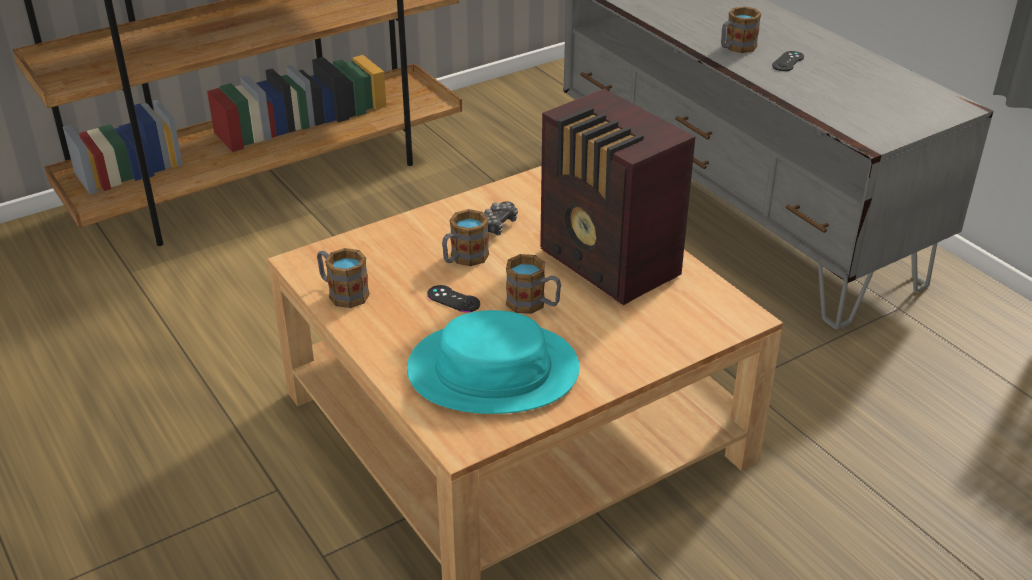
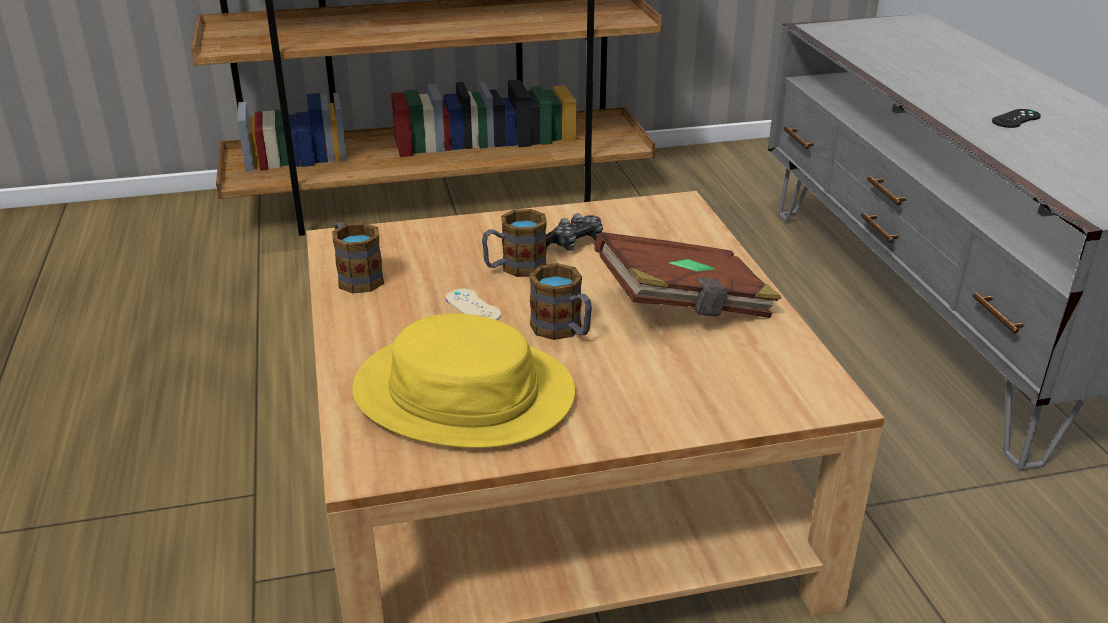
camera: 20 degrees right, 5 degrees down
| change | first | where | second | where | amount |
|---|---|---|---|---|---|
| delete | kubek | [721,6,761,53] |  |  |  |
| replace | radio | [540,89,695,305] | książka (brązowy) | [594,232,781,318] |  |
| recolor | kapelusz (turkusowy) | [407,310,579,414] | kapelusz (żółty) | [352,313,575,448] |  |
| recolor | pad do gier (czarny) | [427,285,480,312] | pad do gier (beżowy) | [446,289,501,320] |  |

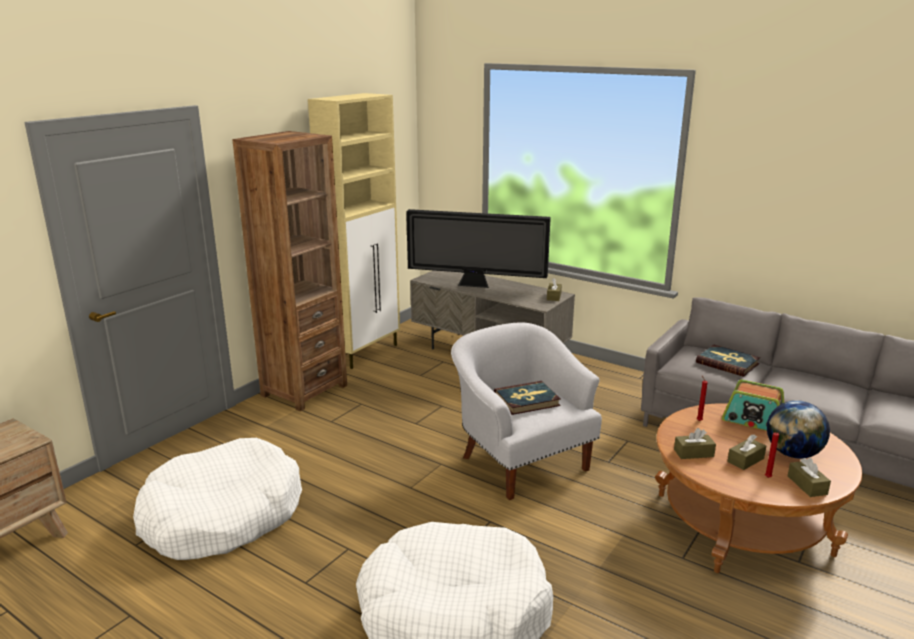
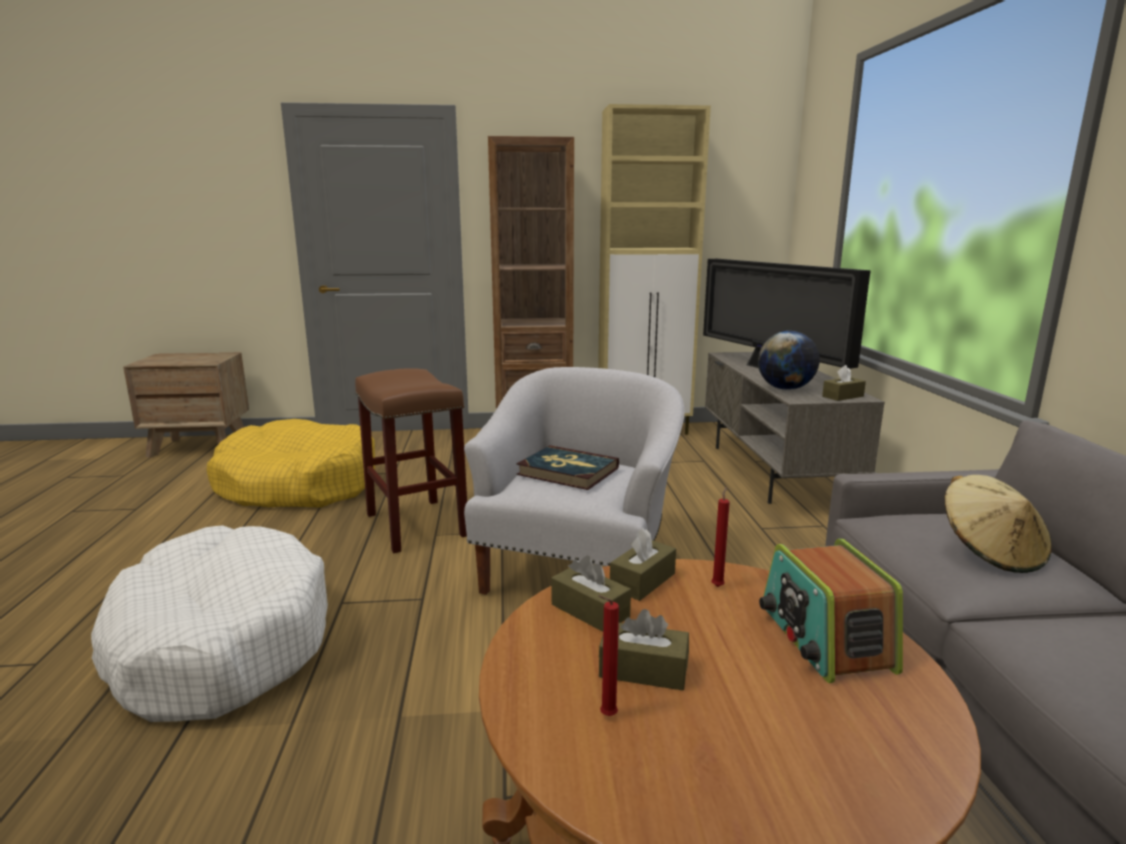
camera: 50 degrees right, 5 degrees down
| change | first | where | second | where | amount |
|---|---|---|---|---|---|
| insert |  |  | stołek (brązowy) | [355,368,467,553] |  |
| move | globus | [767,400,830,459] |  | [758,331,820,390] |  |
| move | pudełko chusteczek (brązowy) | [788,458,831,497] |  | [610,528,676,601] |  |
| replace | książka | [696,345,760,377] | kapelusz (beżowy) | [945,475,1052,573] |  |
| recolor | legowisko (biały) | [133,438,302,560] | legowisko (żółty) | [207,419,375,508] |  |

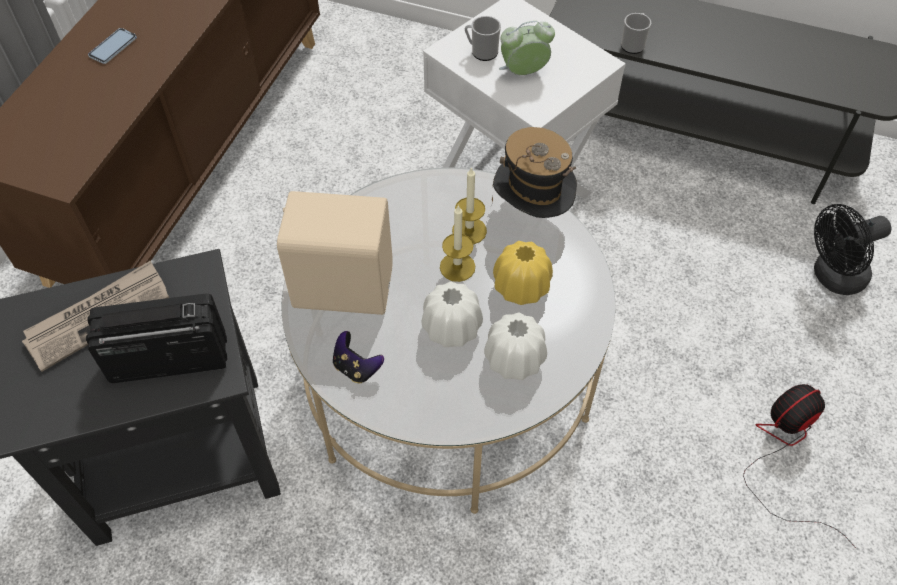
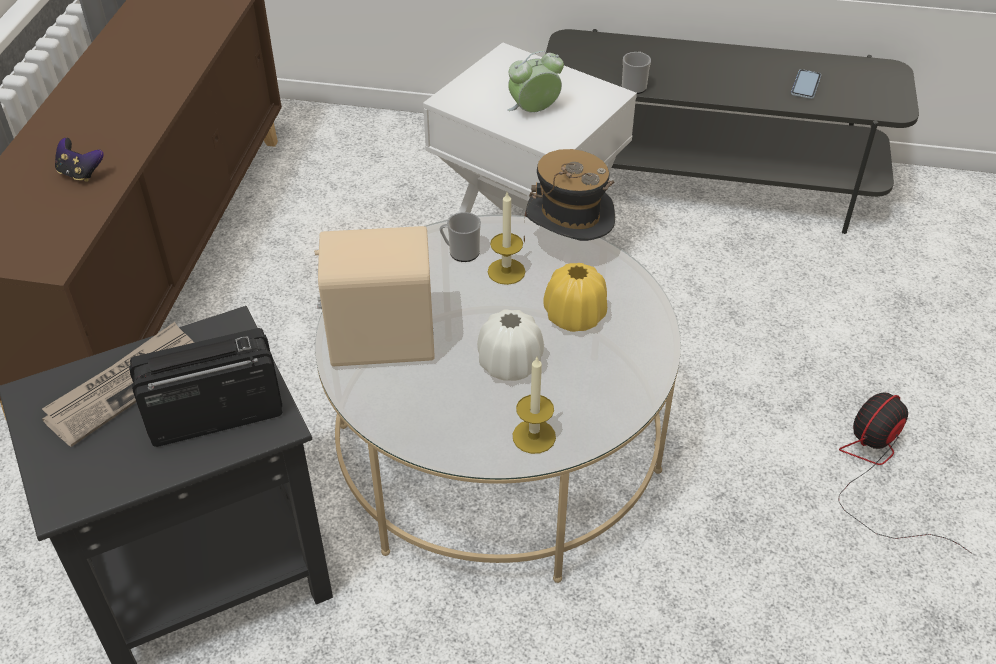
camera: 10 degrees left, 10 degrees down
| change | first | where | second | where | amount |
|---|---|---|---|---|---|
| delete | wazon (biały) | [484,313,547,380] |  |  |  |
| delete | wentylator (czarny) | [814,204,891,295] |  |  |  |
| move | telefon | [88,28,137,64] |  | [791,69,821,99] |  |
| move | pad do gier | [333,331,384,383] |  | [55,138,104,182] |  |
| move | świeca | [440,205,475,282] |  | [513,357,556,454] |  |
| move | kubek | [465,16,501,61] |  | [440,212,481,262] |  |

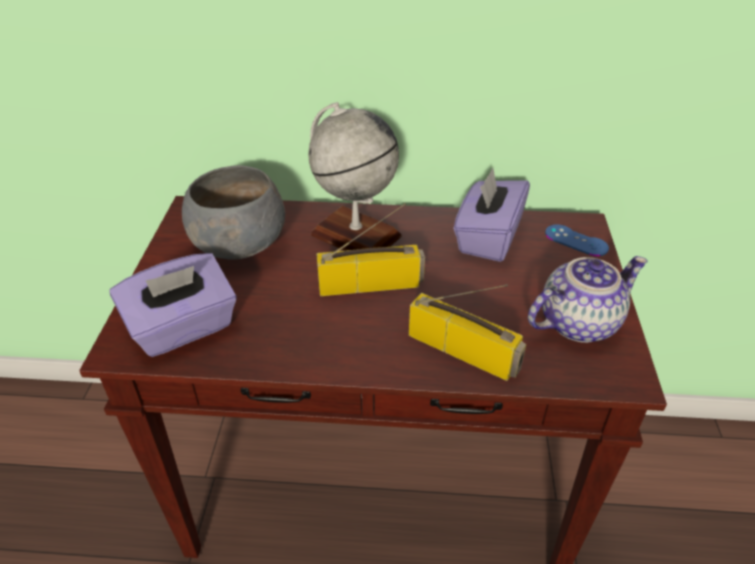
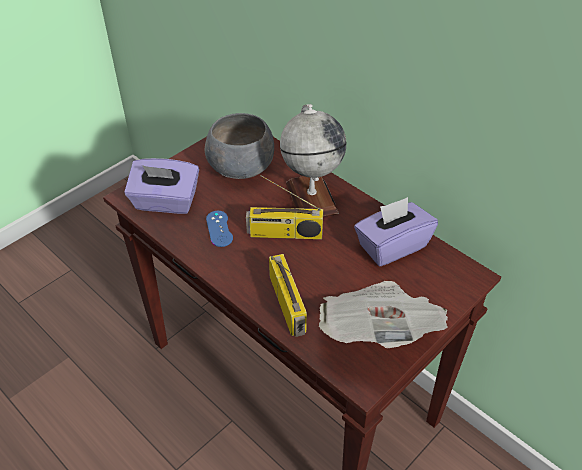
camera: 40 degrees right, 5 degrees up
| change | first | where | second | where | amount |
|---|---|---|---|---|---|
| move | pad do gier (niebieski) | [545,224,609,256] |  | [206,211,233,247] |  |
| replace | imbryk | [528,256,648,343] | gazeta | [319,281,448,348] |  |
| rotate | radio | [316,203,425,296] |  | [246,175,323,239] | 150 degrees clockwise |

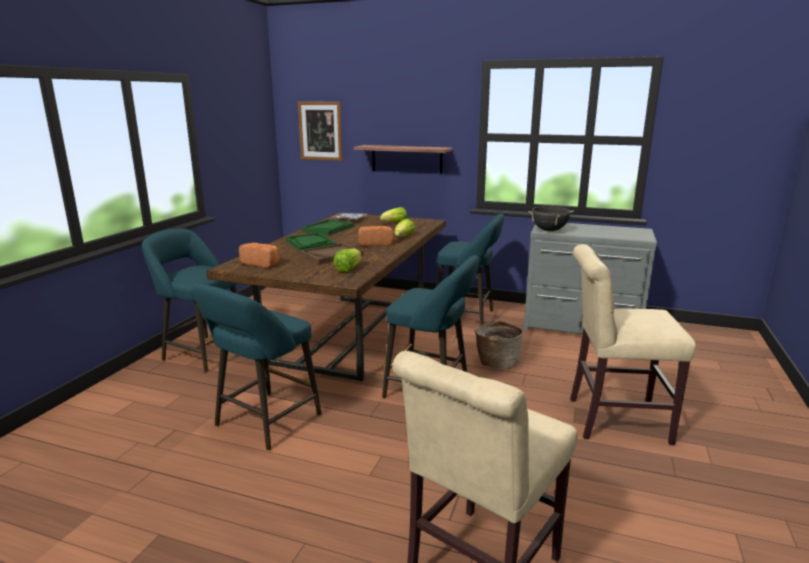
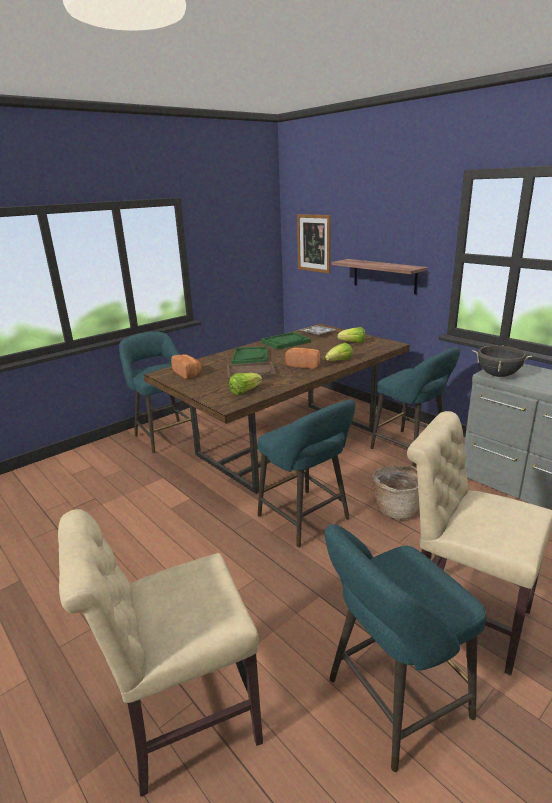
camera: 30 degrees right, 5 degrees up
| change | first | where | second | where | amount |
|---|---|---|---|---|---|
| move | stołek (turkusowy) | [193,284,322,451] |  | [325,524,486,772] |  |

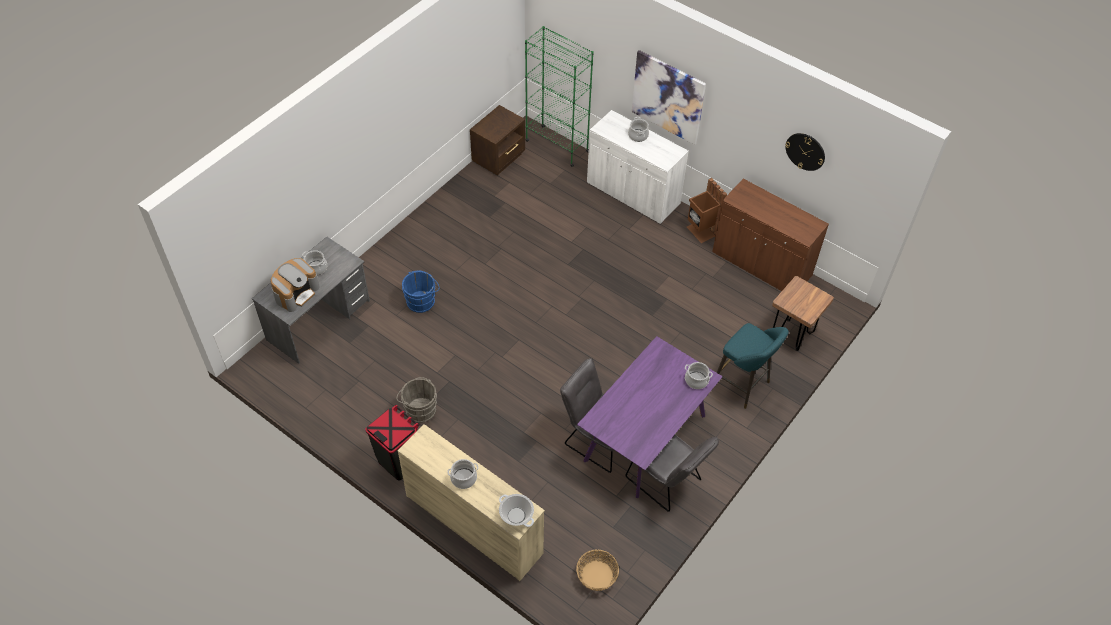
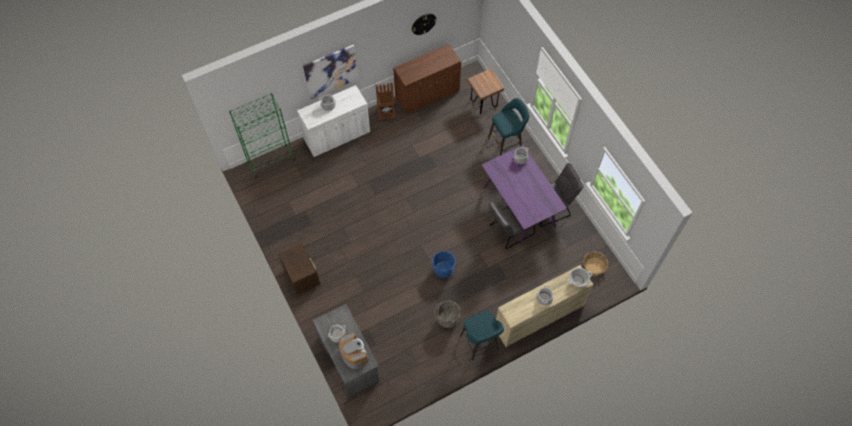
camera: 65 degrees left, 10 degrees up
| change | first | where | second | where | amount |
|---|---|---|---|---|---|
| move | wiadro (niebieski) | [402,270,440,313] |  | [431,251,455,278] |  |
| move | szafka nocna (brązowy) | [470,105,525,175] |  | [278,243,320,296] |  |
| replace | kosz na śmieci (czarny) | [365,405,419,481] | stołek (turkusowy) | [460,310,504,360] |  |

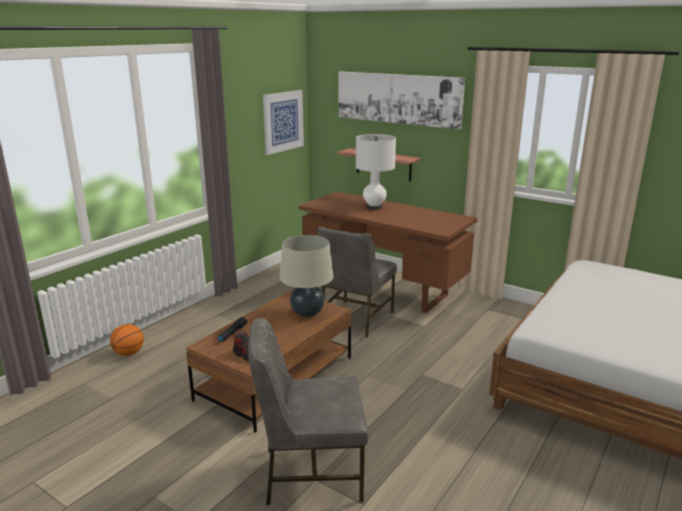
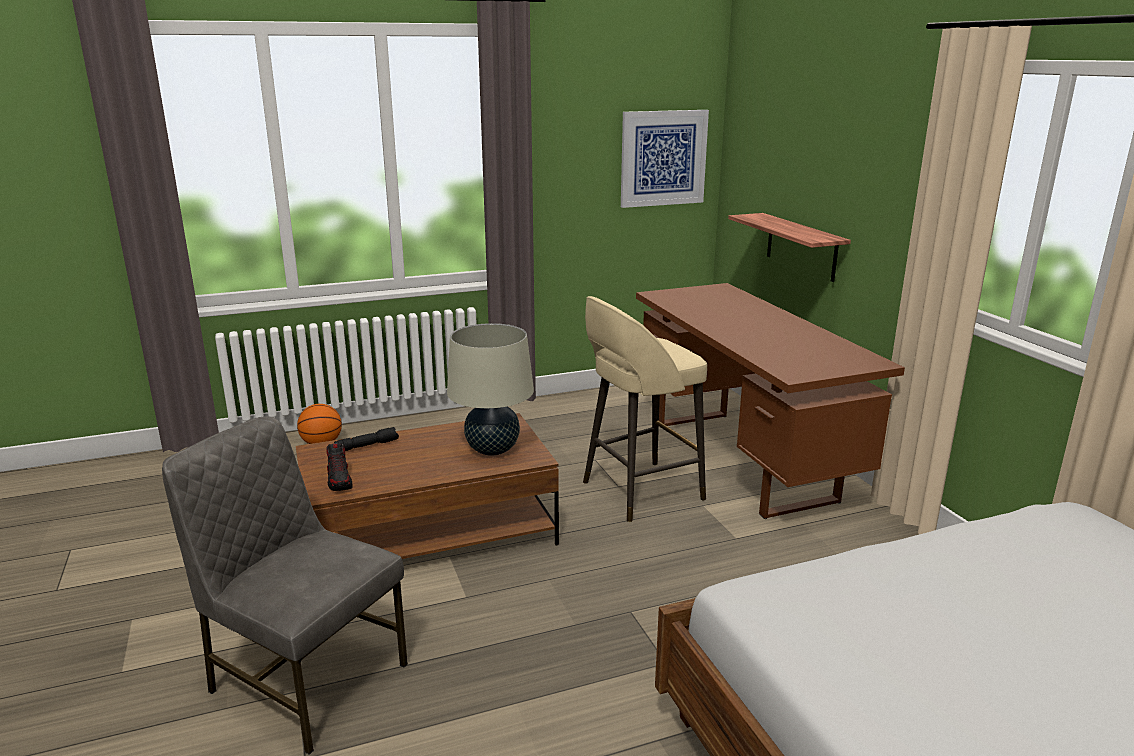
camera: 35 degrees right, 0 degrees up
| change | first | where | second | where | amount |
|---|---|---|---|---|---|
| delete | obraz | [339,71,465,129] |  |  |  |
| delete | lampa stołowa (biały) | [356,134,396,210] |  |  |  |
| replace | krzesło (szary) | [318,227,397,337] | stołek (beżowy) | [583,296,707,522] |  |

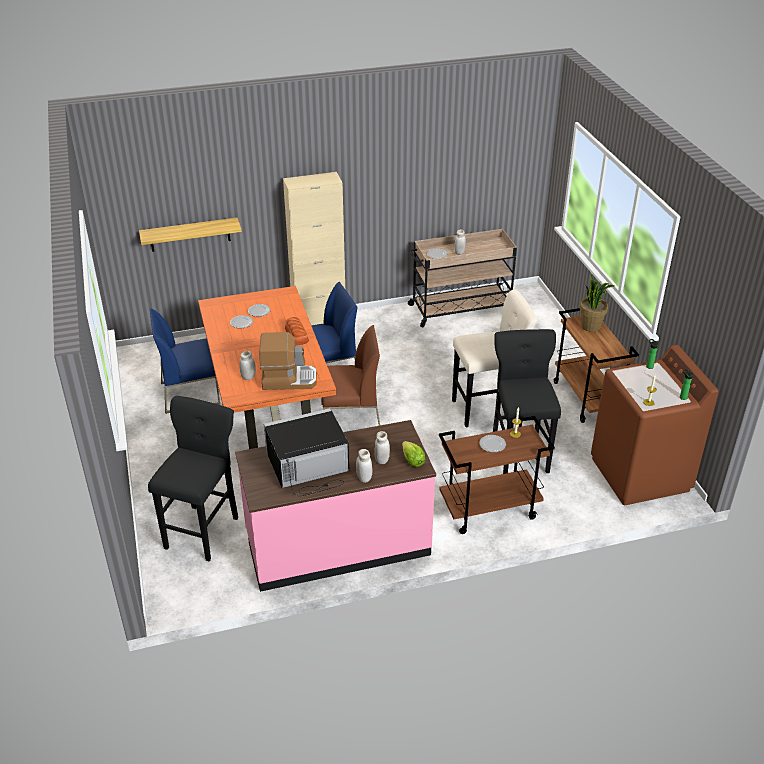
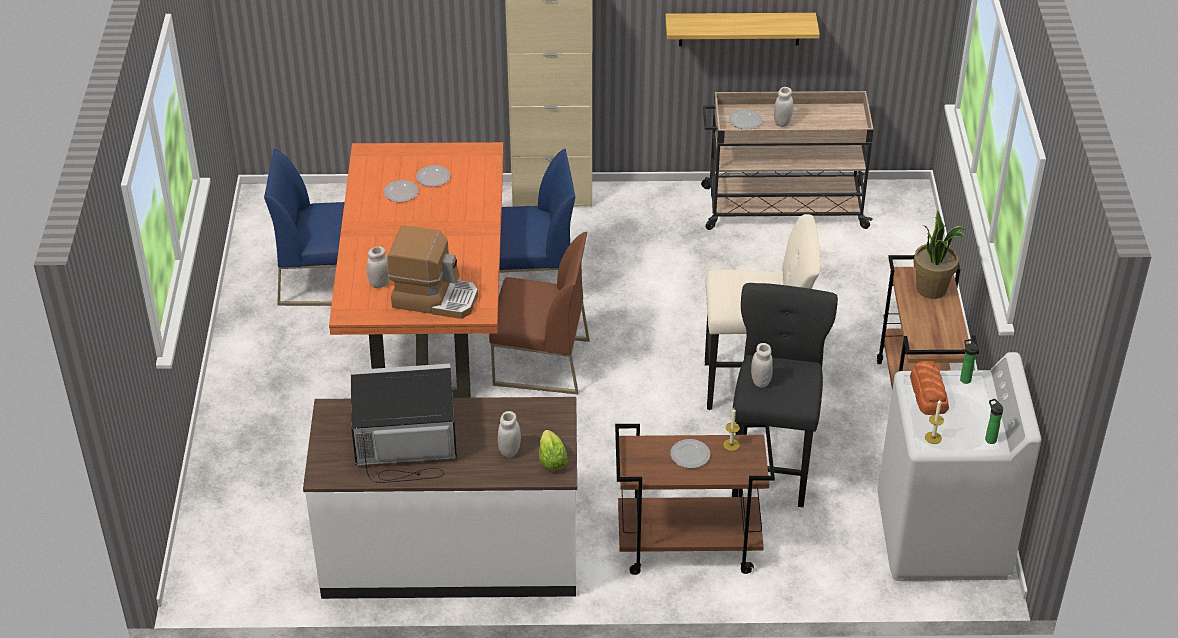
camera: 15 degrees right, 5 degrees up
| change | first | where | second | where | amount |
|---|---|---|---|---|---|
| delete | stołek (czarny) | [148,396,238,562] |  |  |  |
| move | półka | [139,218,242,252] |  | [665,13,820,46] |  |
| move | chleb | [285,317,309,346] |  | [910,361,949,415] |  |
| move | słoik (biały) | [356,449,372,483] |  | [751,343,773,388] |  |
| recolor | zabudowa kuchenna (różowy) | [235,420,436,592] | zabudowa kuchenna (biały) | [303,397,577,599] |  |
| recolor | pralka (brązowy) | [591,345,718,505] | pralka (biały) | [877,352,1042,581] |  |

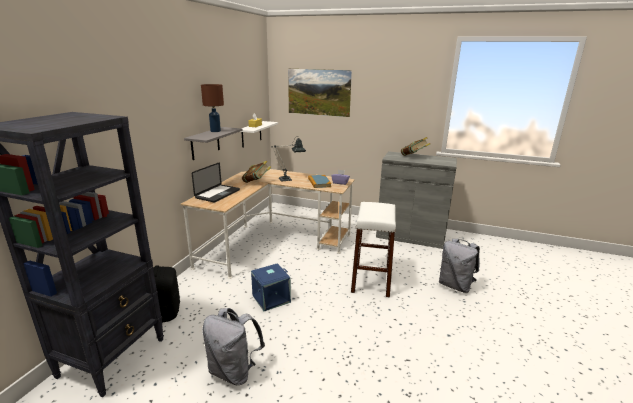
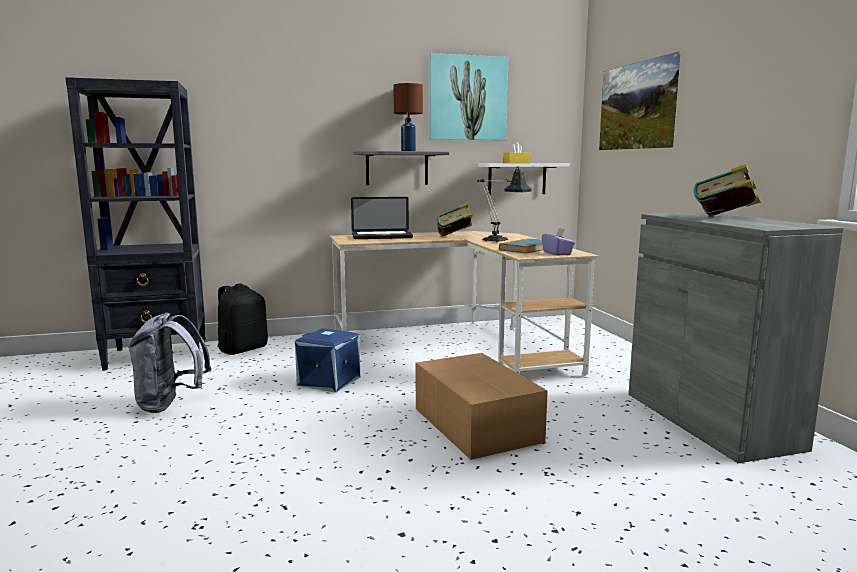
camera: 55 degrees right, 10 degrees down
| change | first | where | second | where | amount |
|---|---|---|---|---|---|
| delete | plecak (szary) | [439,239,480,293] |  |  |  |
| insert |  |  | obraz | [429,53,508,140] |  |
| replace | stołek (biały) | [351,202,396,297] | karton | [416,353,548,460] |  |

